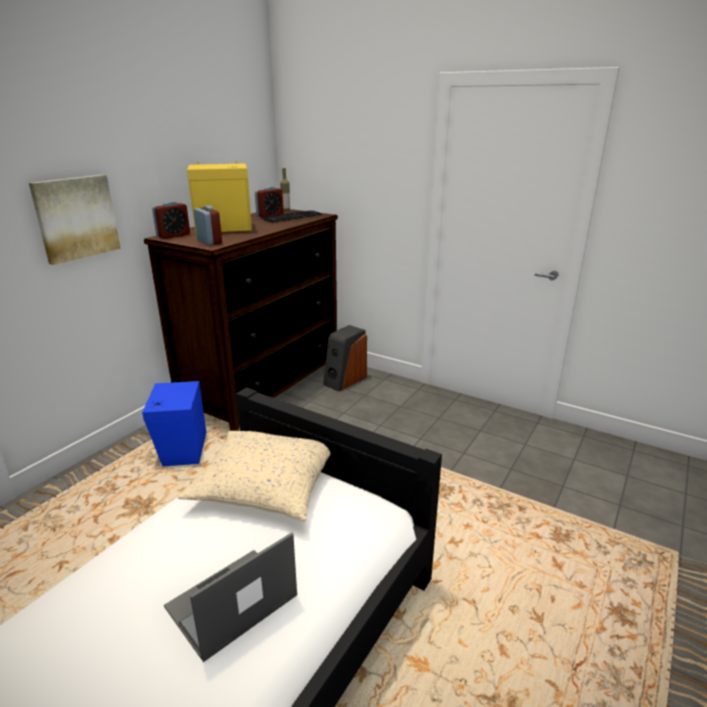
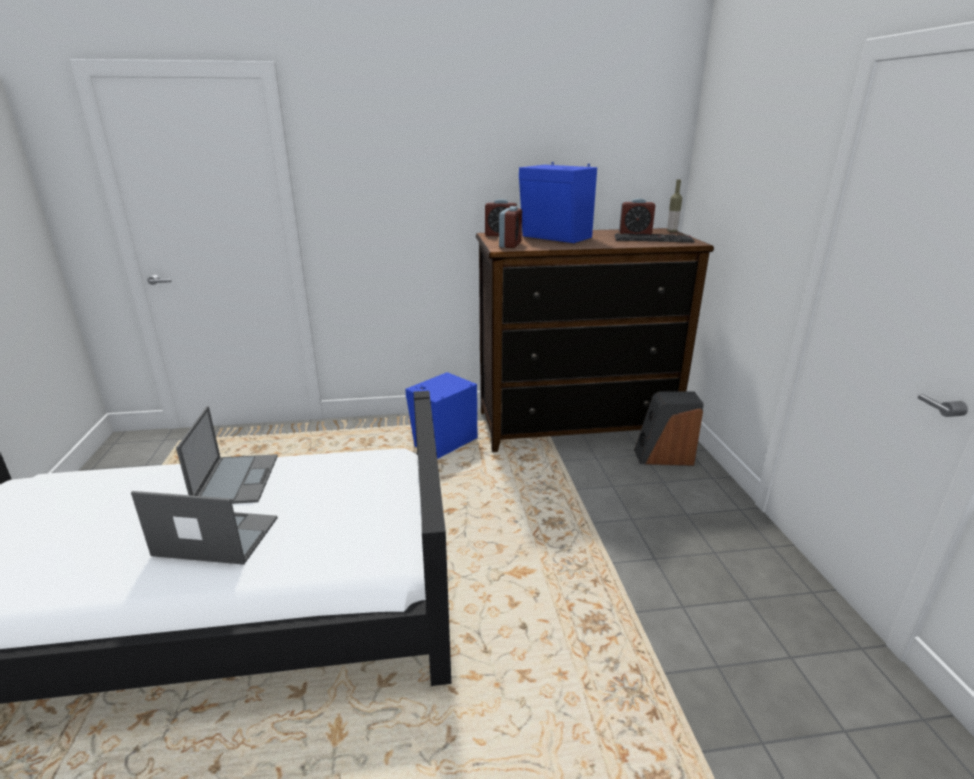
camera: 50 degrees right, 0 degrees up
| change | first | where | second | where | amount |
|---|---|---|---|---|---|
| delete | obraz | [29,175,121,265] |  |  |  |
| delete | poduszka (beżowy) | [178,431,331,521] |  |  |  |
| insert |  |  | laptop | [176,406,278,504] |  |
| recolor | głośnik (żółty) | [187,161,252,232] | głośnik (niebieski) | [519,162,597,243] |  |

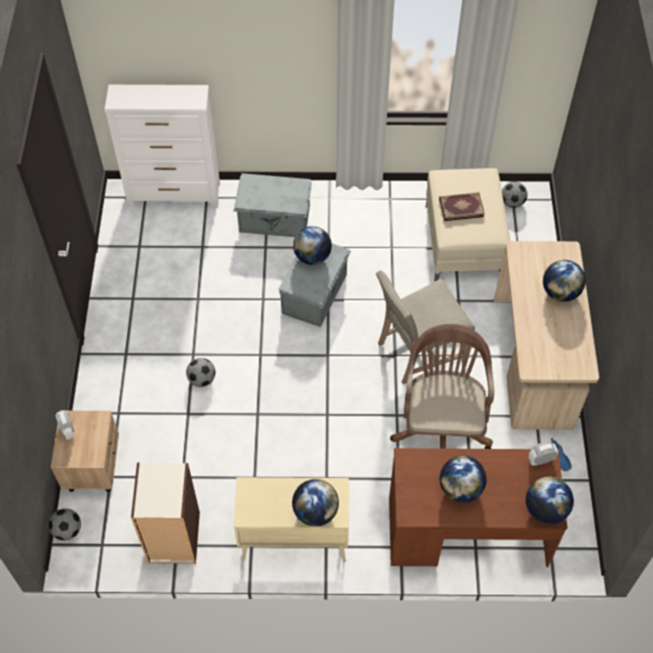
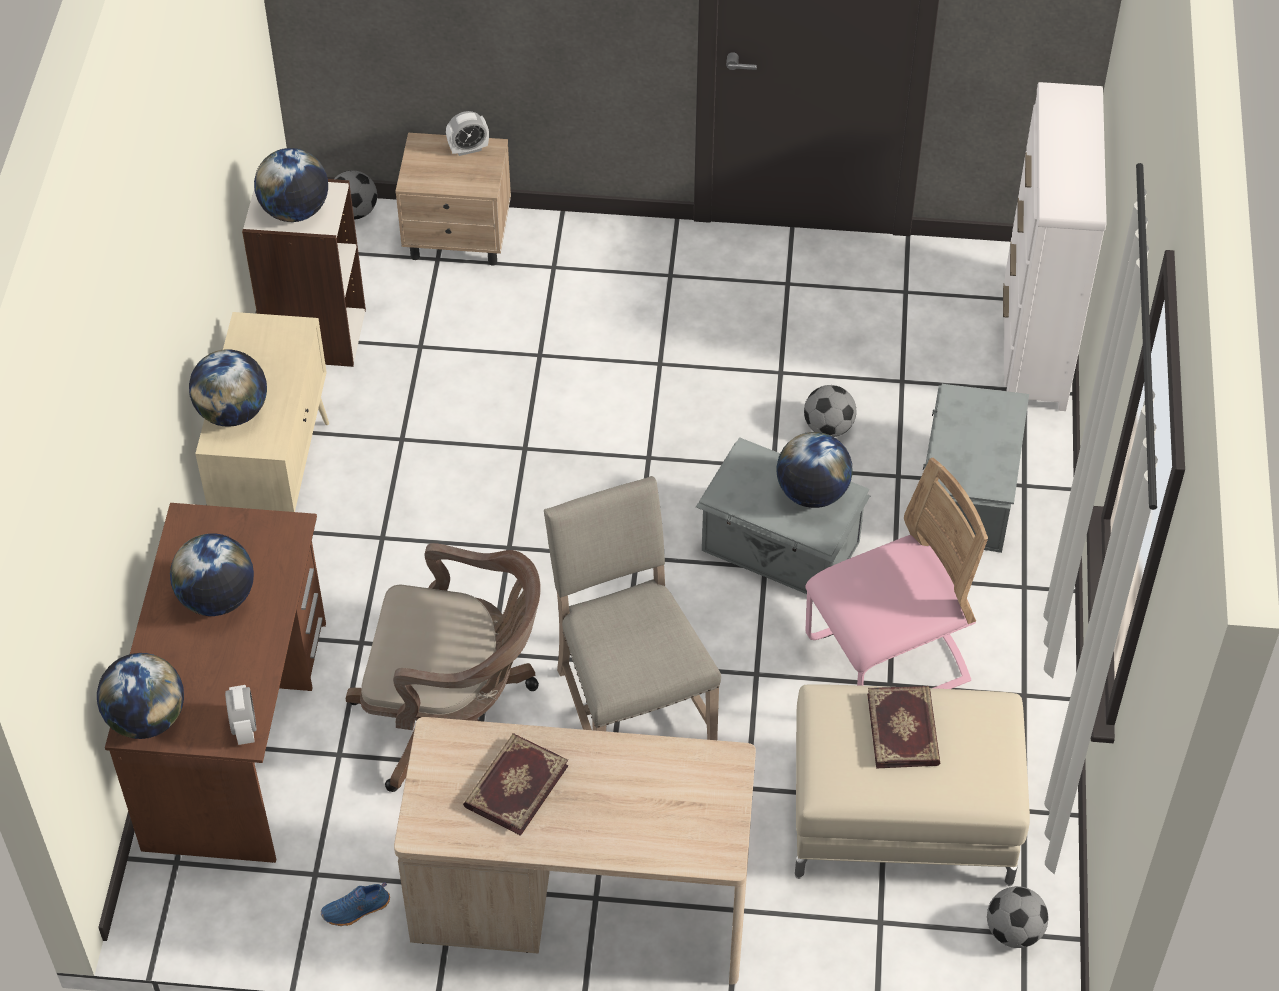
camera: 95 degrees right, 5 degrees down
| change | first | where | second | where | amount |
|---|---|---|---|---|---|
| insert |  |  | książka | [463,733,568,836] |  |
| insert |  |  | krzesło (różowy) | [805,458,988,689] |  |
| move | piłka futbolowa | [186,358,215,387] |  | [804,385,857,437] |  |
| move | globus | [543,260,586,302] |  | [254,148,328,222] |  |

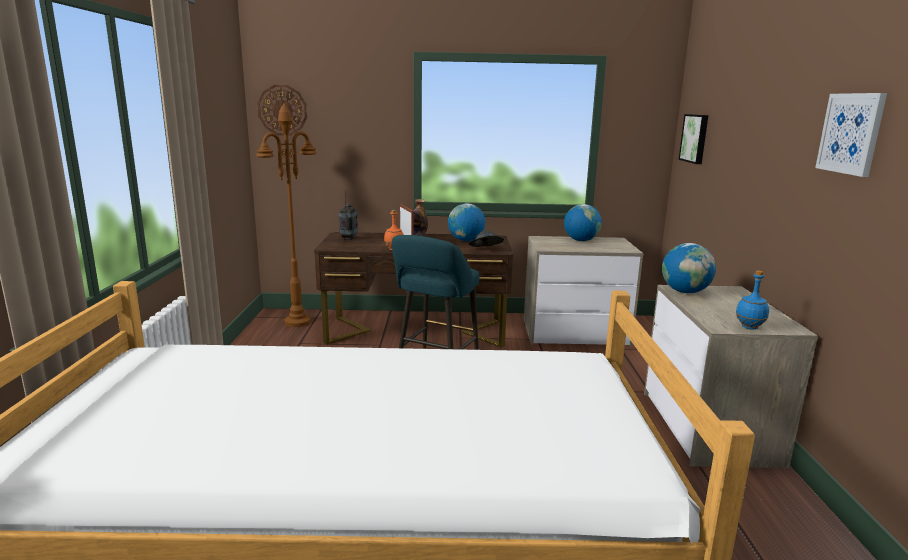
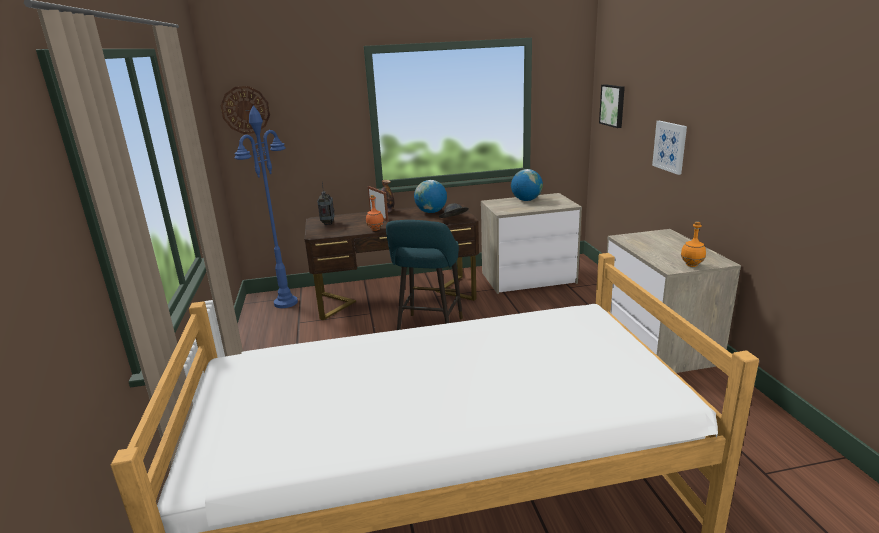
camera: 10 degrees left, 5 degrees up
| change | first | where | second | where | amount |
|---|---|---|---|---|---|
| delete | globus | [662,243,716,293] |  |  |  |
| move | obraz | [815,93,887,177] |  | [652,121,687,175] |  |
| recolor | lampa stojąca (brązowy) | [256,103,317,327] | lampa stojąca (niebieski) | [234,105,298,308] |  |
| recolor | butelka (niebieski) | [736,270,769,330] | butelka (pomarańczowy) | [681,222,706,267] |  |

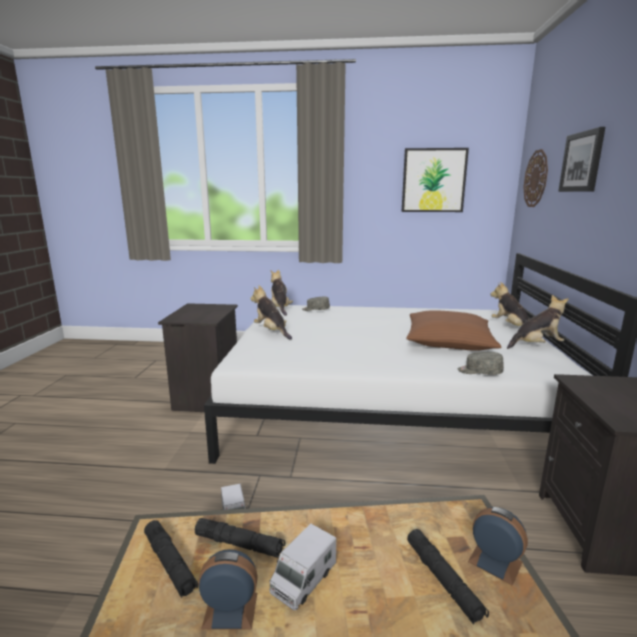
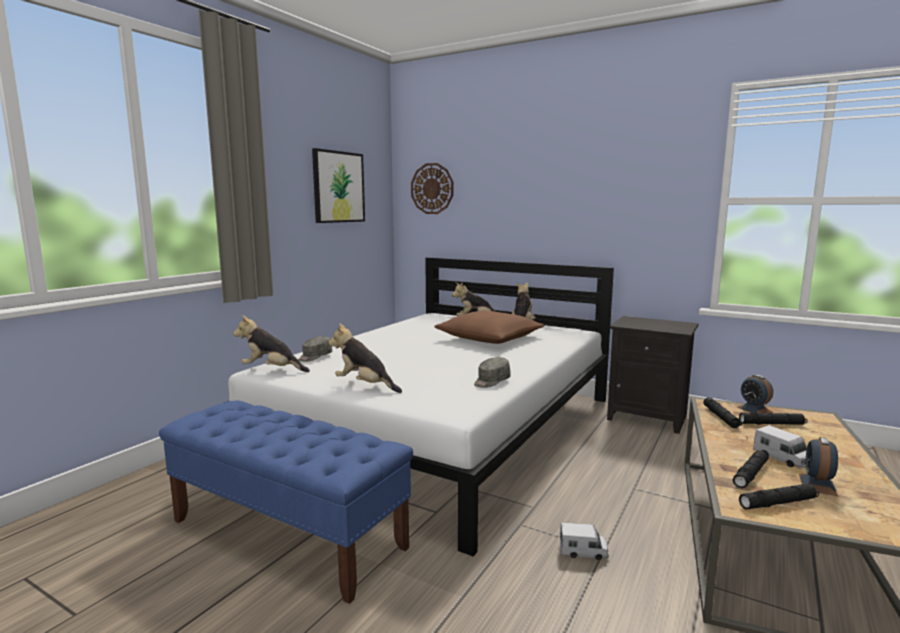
camera: 65 degrees left, 5 degrees down
| change | first | where | second | where | amount |
|---|---|---|---|---|---|
| delete | obraz | [558,127,605,192] |  |  |  |
| insert |  |  | latarka (czarny) | [703,397,742,428] |  |
| move | czapka z daszkiem (szary) | [458,352,504,375] |  | [474,357,511,388] |  |
| replace | szafka nocna (czarny) | [158,303,238,412] | ławka (niebieski) | [159,401,413,604] |  |
| rotate | pluszak | [250,286,292,340] |  | [328,323,402,393] | 45 degrees clockwise |
| rotate | budzik | [468,507,528,586] |  | [737,375,773,413] | 90 degrees counterclockwise |

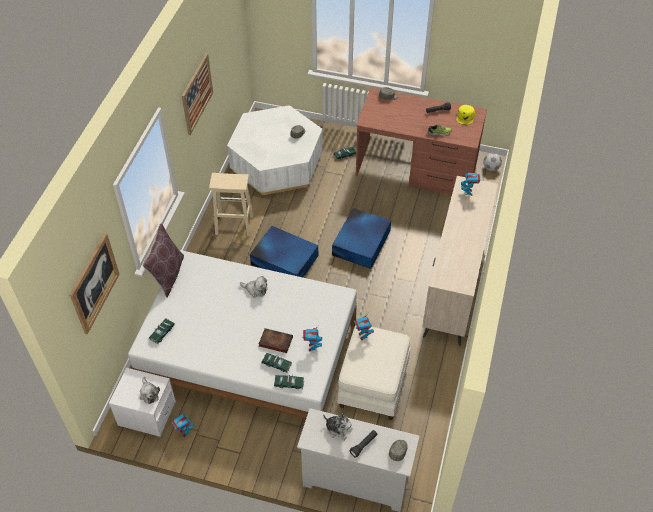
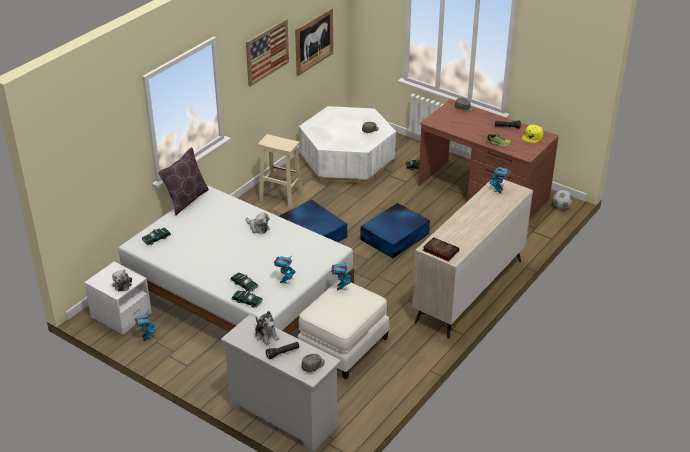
camera: 20 degrees right, 15 degrees down
| change | first | where | second | where | amount |
|---|---|---|---|---|---|
| move | obraz | [70,233,120,335] |  | [295,8,333,76] |  |
| move | książka | [259,328,293,353] |  | [423,237,459,261] |  |

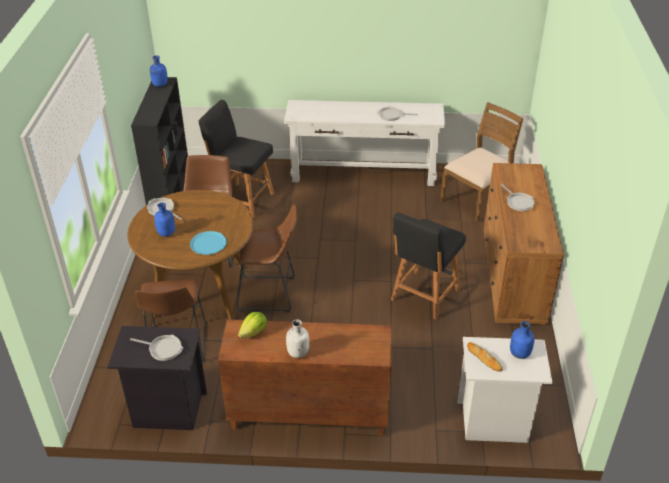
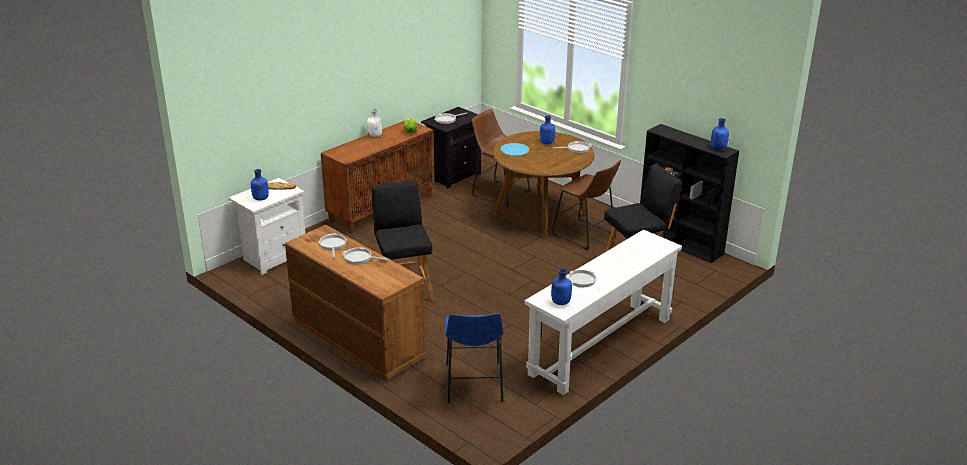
camera: 130 degrees right, 10 degrees down
| change | first | where | second | where | amount |
|---|---|---|---|---|---|
| delete | stołek (brązowy) | [236,204,297,312] |  |  |  |
| insert |  |  | patelnia | [318,233,347,259] |  |
| insert |  |  | butelka (niebieski) | [551,268,572,305] |  |
| replace | krzesło (brązowy) | [440,102,523,222] | stołek (niebieski) | [445,313,504,403] |  |

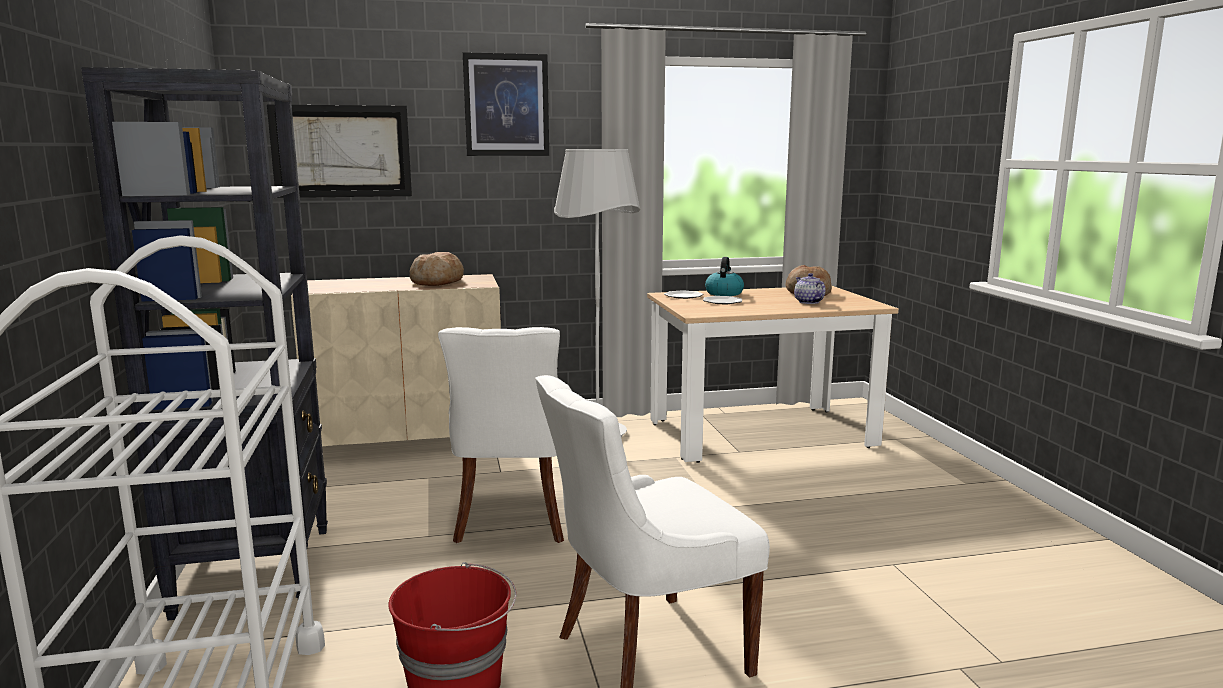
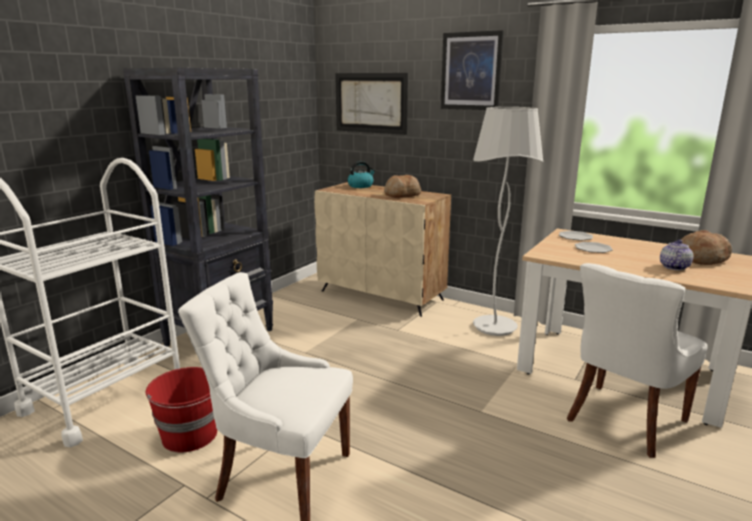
camera: 45 degrees right, 5 degrees up
| change | first | where | second | where | amount |
|---|---|---|---|---|---|
| move | krzesło (biały) | [438,327,564,543] |  | [567,263,708,458] |  |
| move | czajnik | [705,257,744,296] |  | [347,161,376,188] |  |

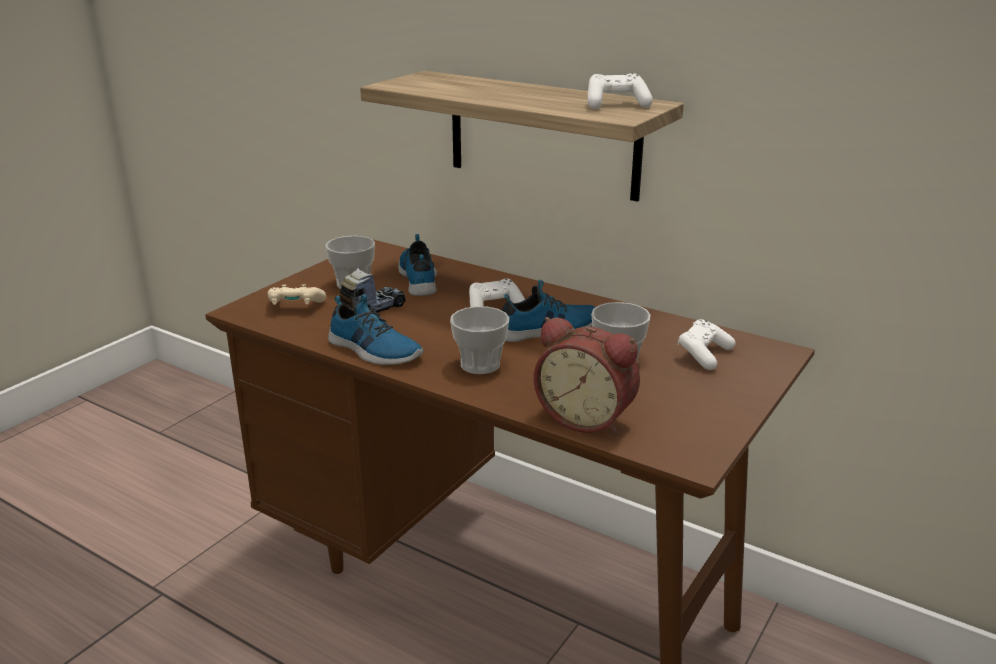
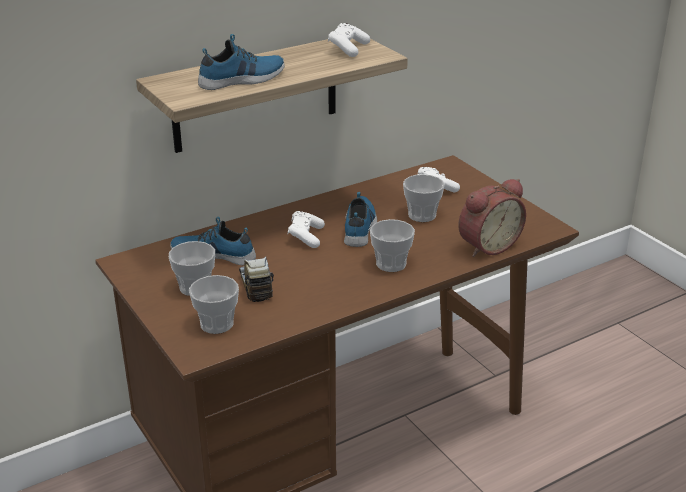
camera: 65 degrees left, 5 degrees up
| change | first | where | second | where | amount |
|---|---|---|---|---|---|
| move | but | [328,294,424,365] |  | [198,34,285,90] |  |
| replace | pad do gier (beżowy) | [268,284,326,305] | filiżanka | [189,275,239,334] |  |

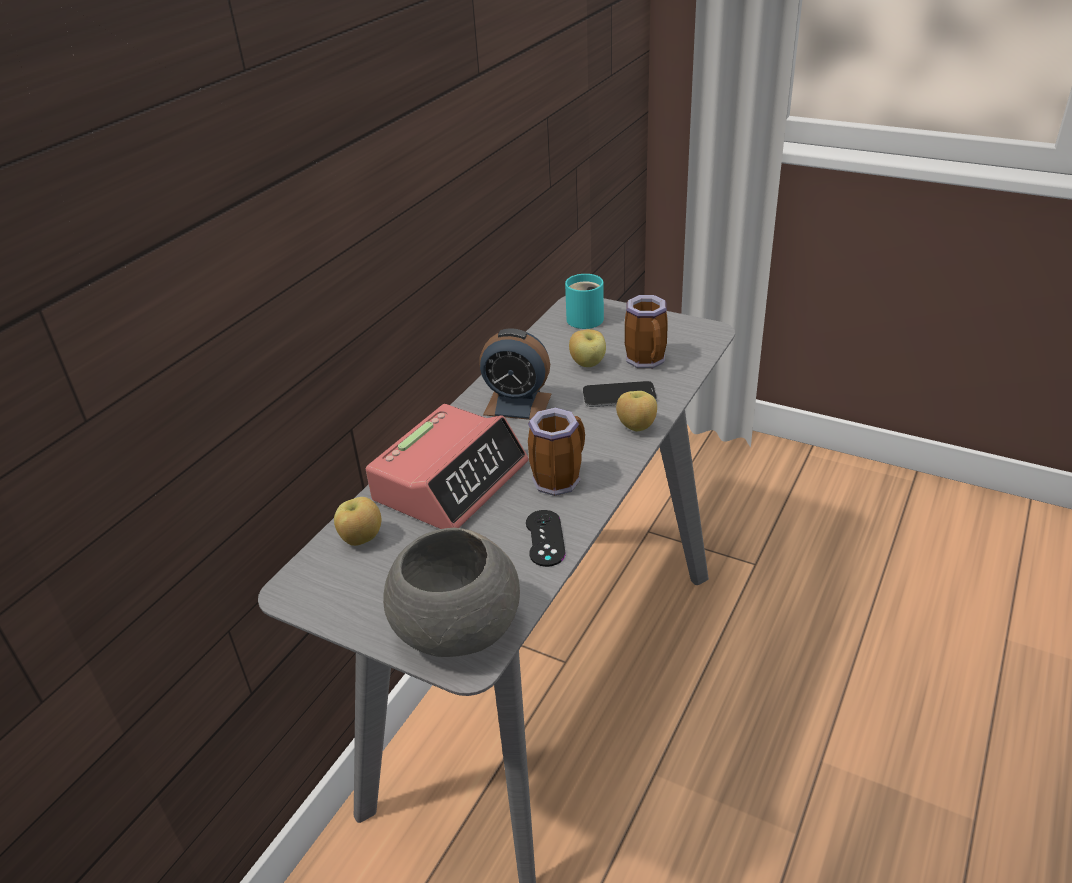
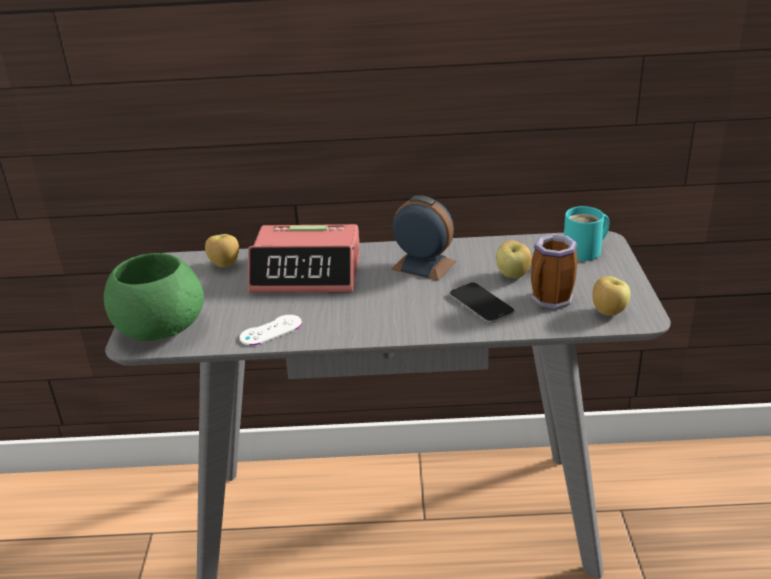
camera: 60 degrees right, 5 degrees down
| change | first | where | second | where | amount |
|---|---|---|---|---|---|
| delete | kubek | [528,408,585,496] |  |  |  |
| move | jabłko | [616,391,657,432] |  | [593,276,631,316] |  |
| recolor | miska (szary) | [383,528,520,657] | miska (zielony) | [104,253,204,341] |  |
| recolor | pad do gier (czarny) | [526,510,566,567] | pad do gier (biały) | [240,315,302,346] |  |
| rotate | budzik | [479,329,552,420] |  | [391,195,456,281] | 135 degrees clockwise |

